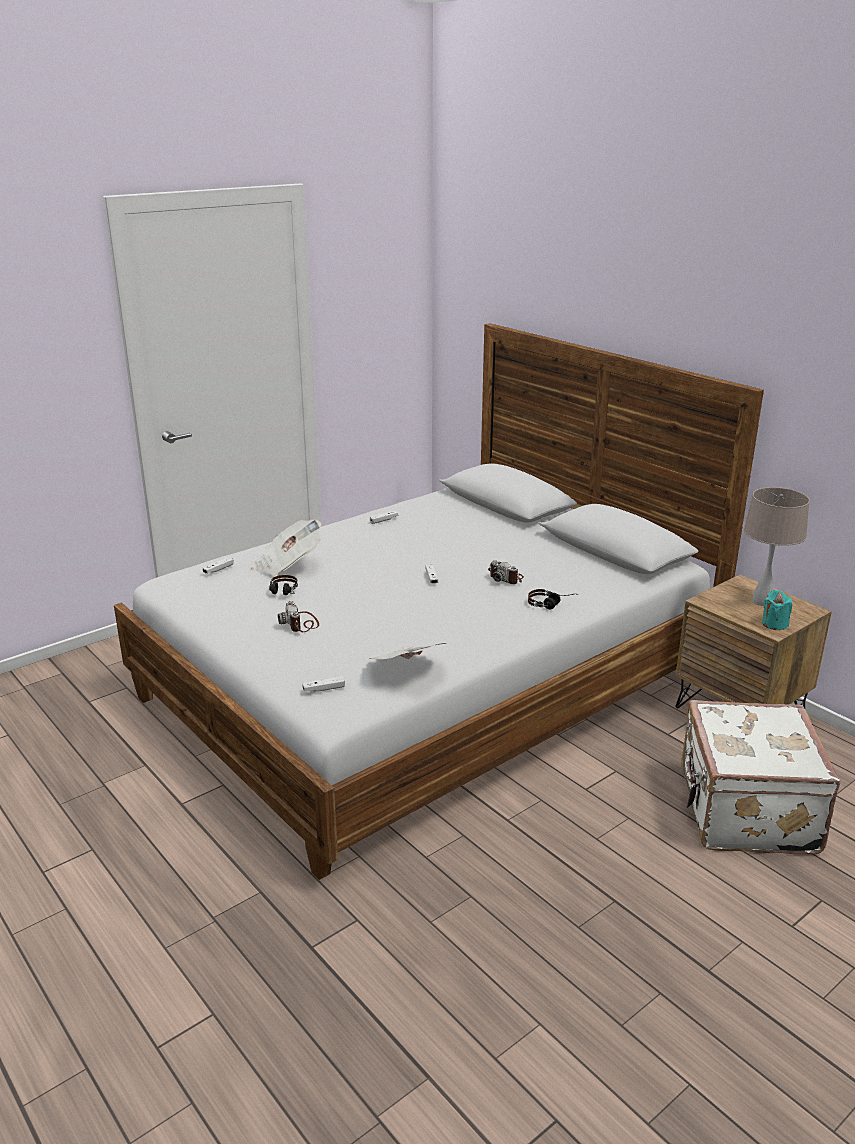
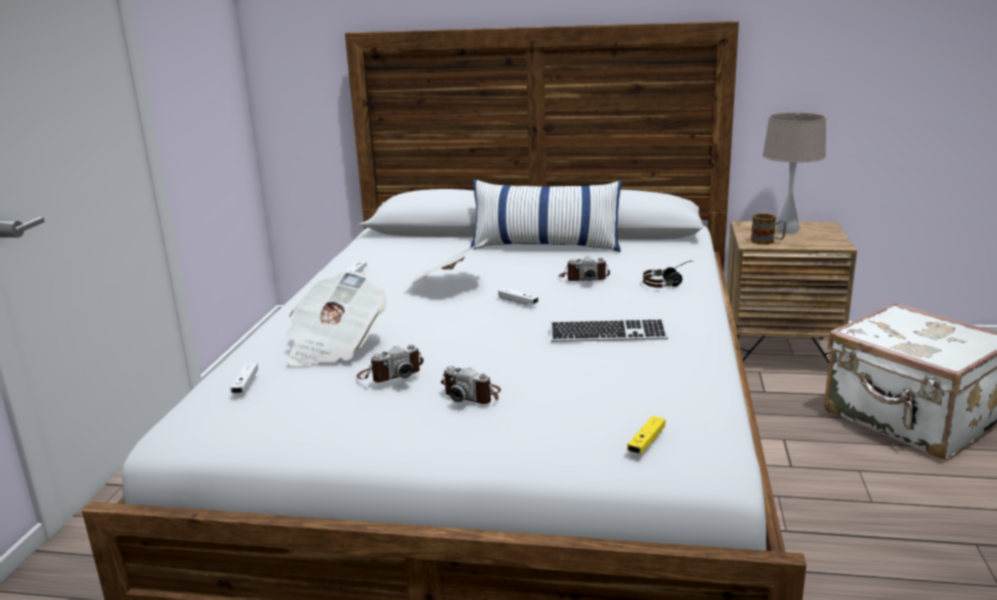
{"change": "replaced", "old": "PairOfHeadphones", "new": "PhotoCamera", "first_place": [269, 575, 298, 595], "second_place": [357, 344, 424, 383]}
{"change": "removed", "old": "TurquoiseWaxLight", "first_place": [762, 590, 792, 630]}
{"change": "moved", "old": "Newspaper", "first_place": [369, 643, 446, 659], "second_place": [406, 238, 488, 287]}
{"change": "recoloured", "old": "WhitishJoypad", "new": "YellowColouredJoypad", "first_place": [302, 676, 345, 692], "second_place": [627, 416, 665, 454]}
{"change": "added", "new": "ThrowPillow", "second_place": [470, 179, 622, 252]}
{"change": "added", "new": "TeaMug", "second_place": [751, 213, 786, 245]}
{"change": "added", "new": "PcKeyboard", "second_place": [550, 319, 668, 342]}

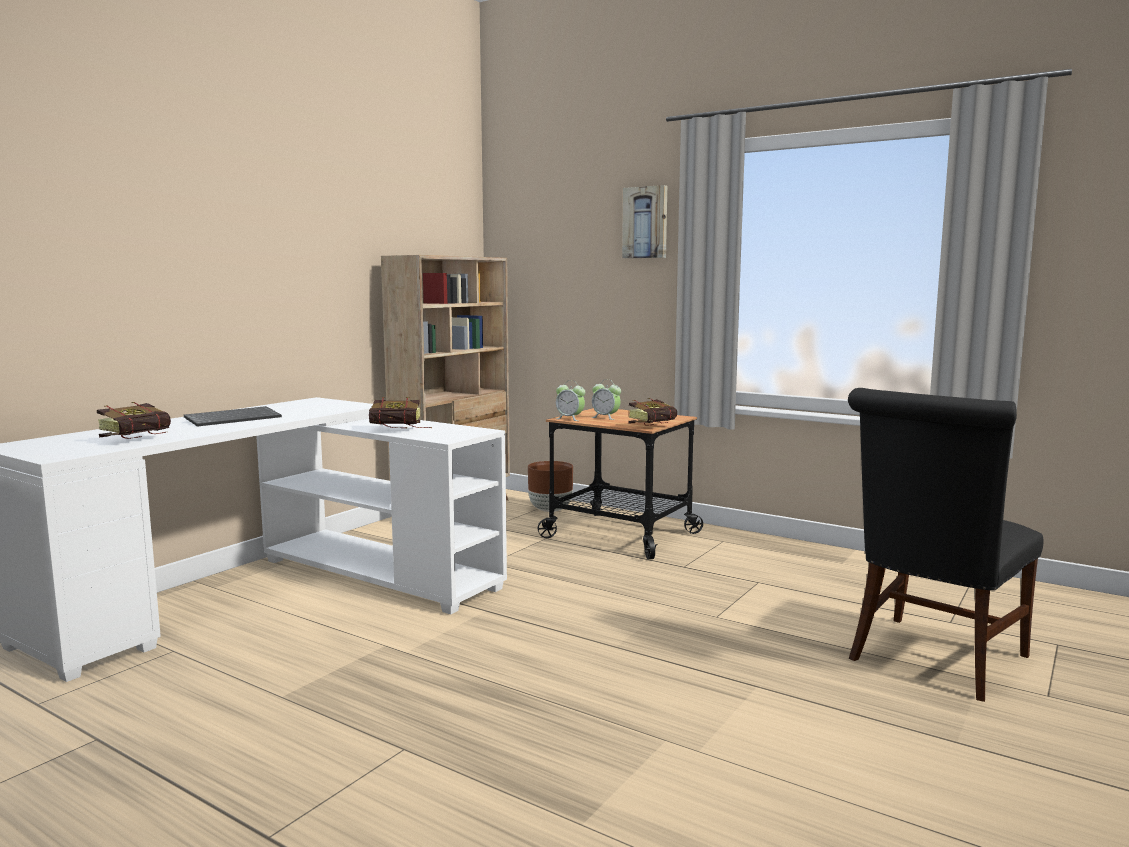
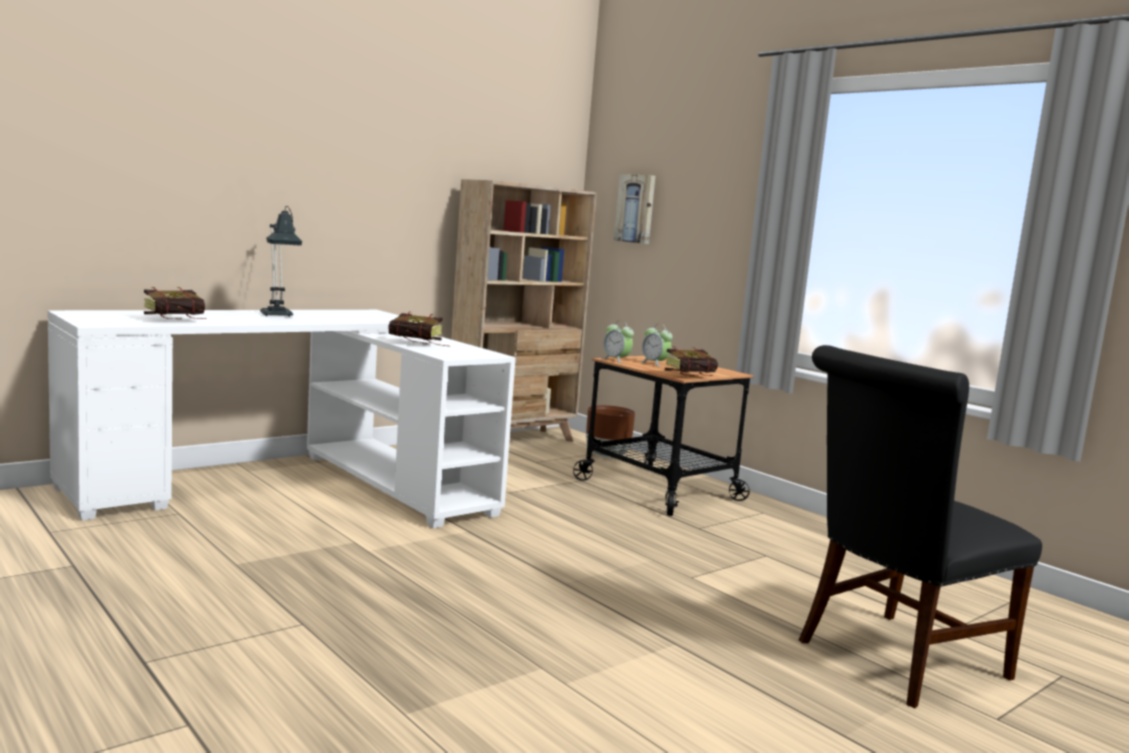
{"change": "moved", "old": "WallArt", "first_place": [622, 185, 667, 258], "second_place": [614, 174, 655, 244]}
{"change": "replaced", "old": "PcKeyboard", "new": "TableLamp", "first_place": [184, 406, 282, 427], "second_place": [260, 206, 302, 317]}

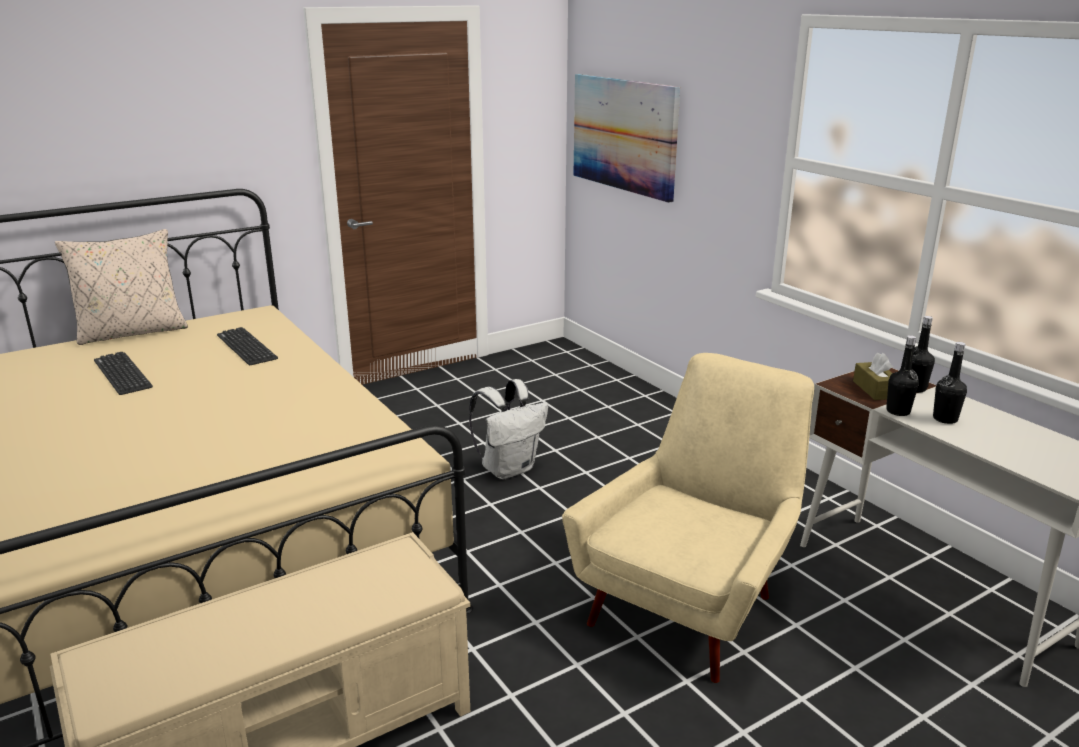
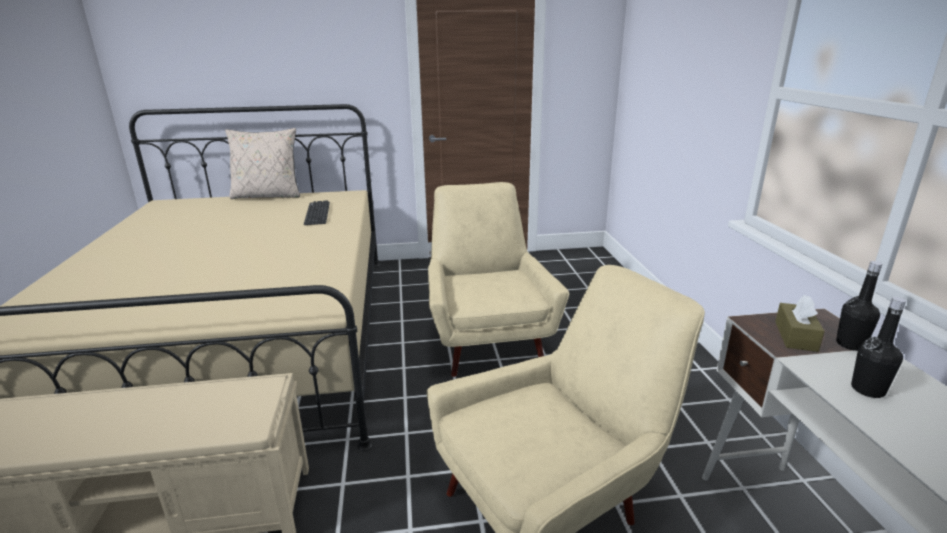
{"change": "removed", "old": "WallArt", "first_place": [573, 74, 680, 203]}
{"change": "removed", "old": "BlackColouredDrinkBottle", "first_place": [886, 335, 919, 416]}
{"change": "removed", "old": "PcKeyboard", "first_place": [94, 352, 153, 395]}
{"change": "replaced", "old": "WhitishKnapsack", "new": "SandColouredArmchair", "first_place": [469, 379, 548, 479], "second_place": [428, 182, 569, 377]}

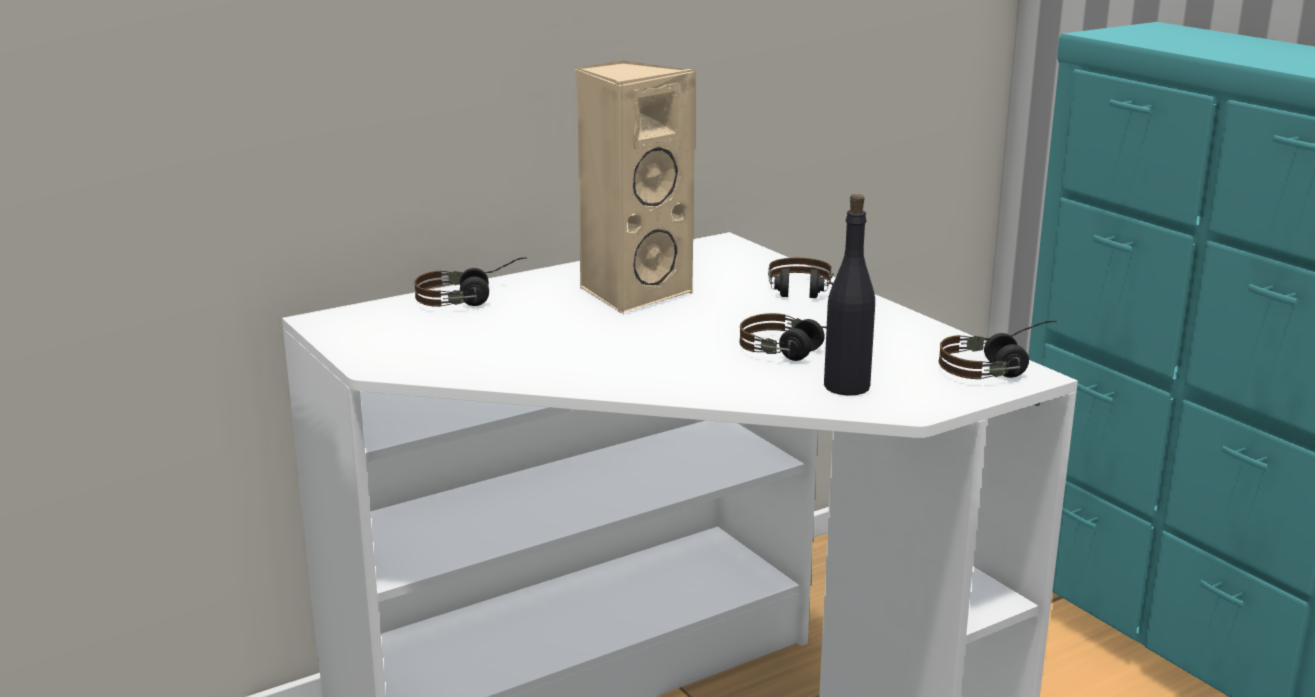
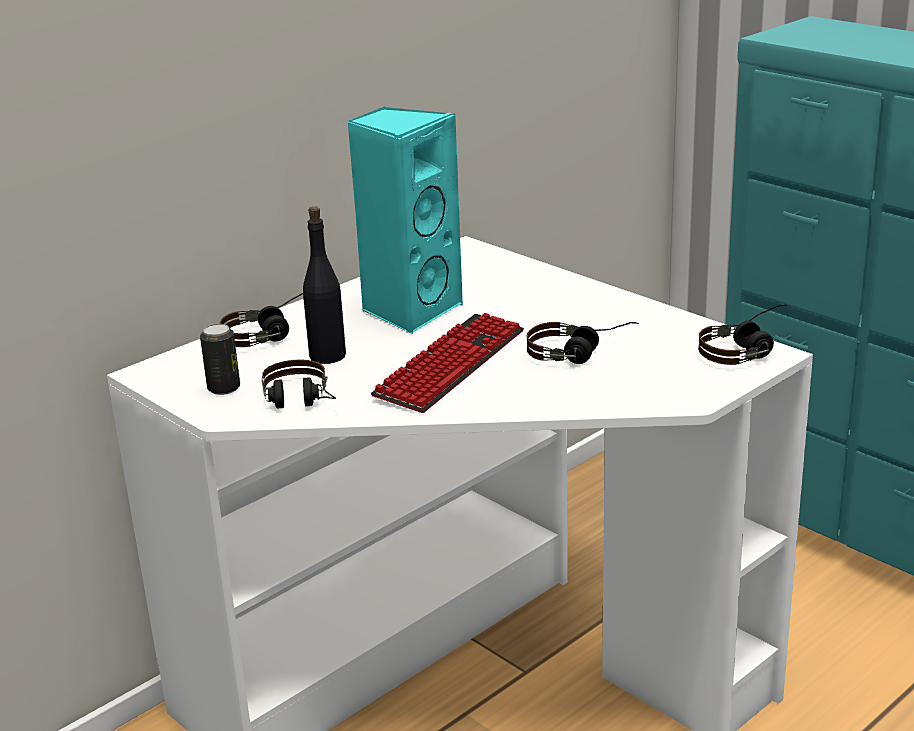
{"change": "recoloured", "old": "SandColouredSpeaker", "new": "TurquoiseSpeaker", "first_place": [576, 60, 696, 314], "second_place": [347, 106, 463, 334]}
{"change": "moved", "old": "BlackColouredDrinkBottle", "first_place": [824, 194, 875, 396], "second_place": [303, 206, 346, 364]}
{"change": "moved", "old": "PairOfHeadphones", "first_place": [768, 258, 834, 298], "second_place": [262, 360, 336, 408]}
{"change": "added", "new": "PcKeyboard", "second_place": [371, 313, 524, 413]}
{"change": "added", "new": "MetalCan", "second_place": [200, 324, 240, 395]}

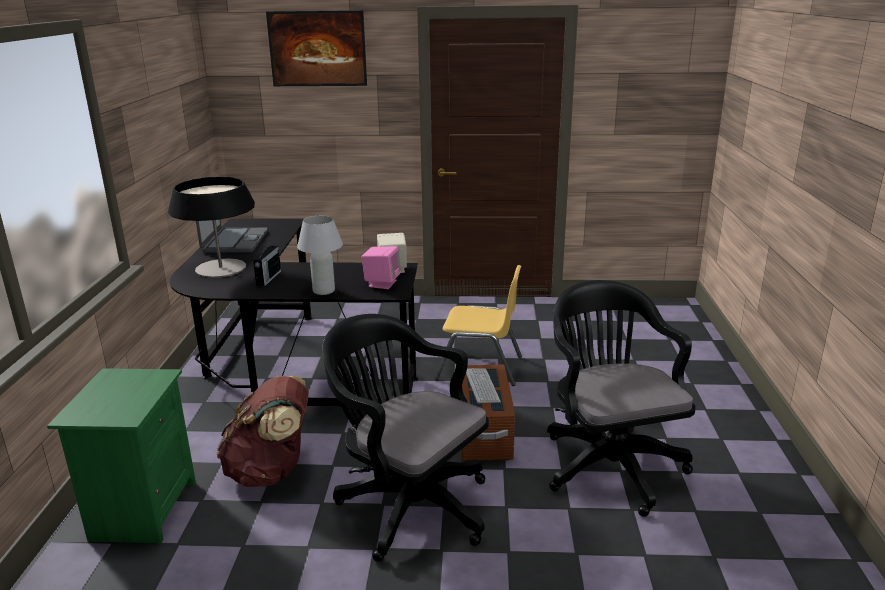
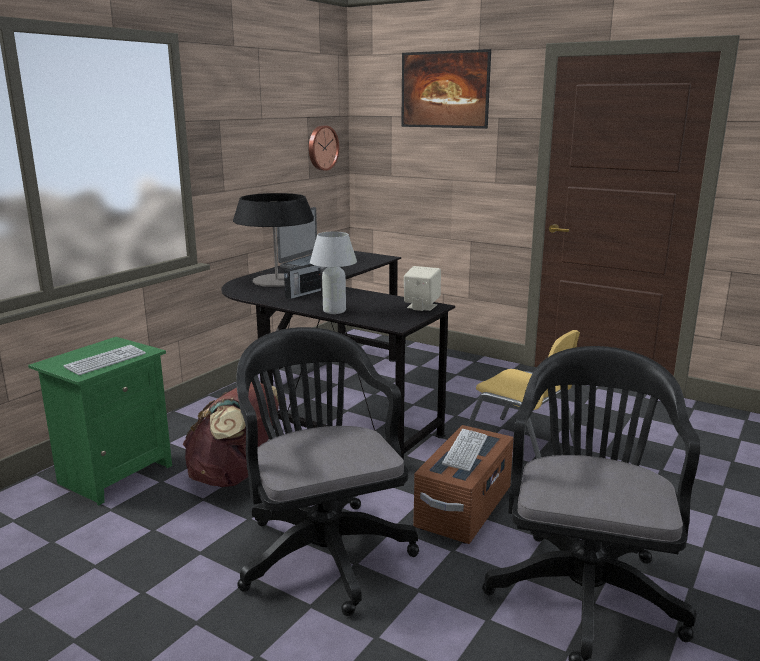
{"change": "removed", "old": "PinkSpeaker", "first_place": [361, 246, 401, 289]}
{"change": "added", "new": "WallClock", "second_place": [309, 125, 339, 171]}
{"change": "added", "new": "PcKeyboard", "second_place": [63, 345, 146, 375]}

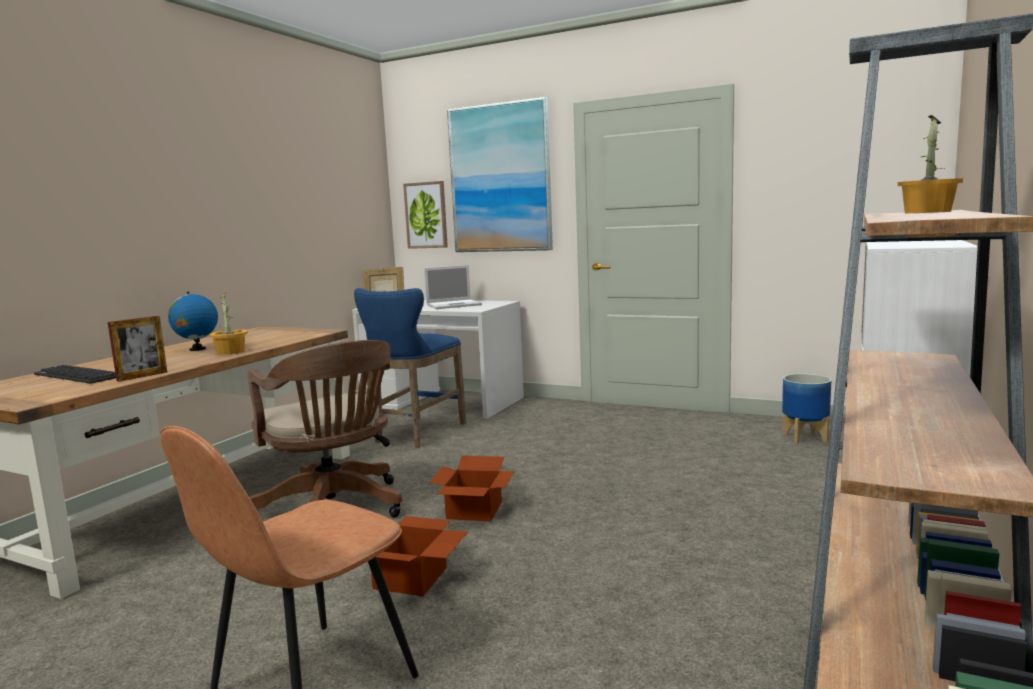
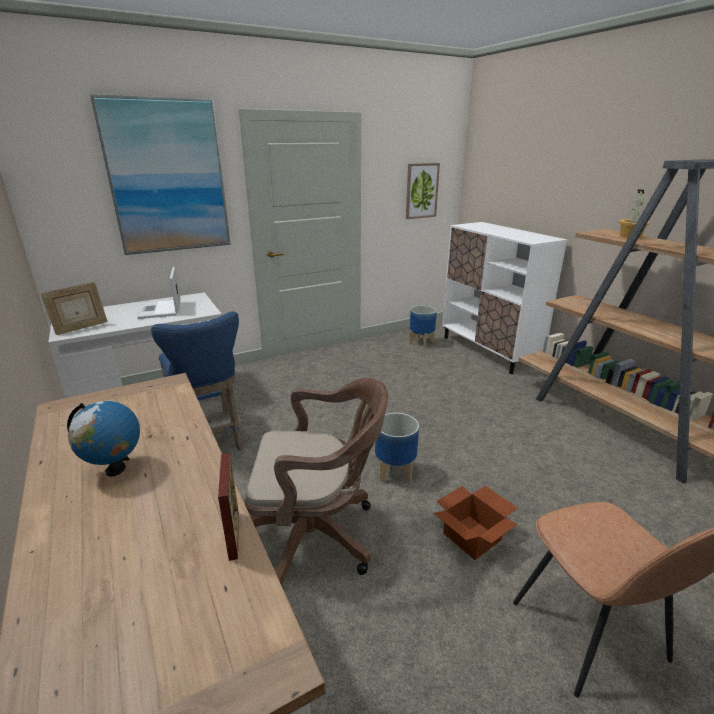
{"change": "moved", "old": "WallArt", "first_place": [403, 181, 448, 249], "second_place": [406, 163, 440, 219]}
{"change": "turned", "old": "NotebookComputer", "first_place": [424, 265, 482, 309], "second_place": [137, 267, 181, 319], "degrees": 150}
{"change": "removed", "old": "PlantInAPot", "first_place": [209, 292, 248, 355]}
{"change": "removed", "old": "PcKeyboard", "first_place": [34, 365, 116, 383]}
{"change": "replaced", "old": "PackingBox", "new": "FlowerPot", "first_place": [429, 455, 515, 521], "second_place": [375, 413, 419, 483]}

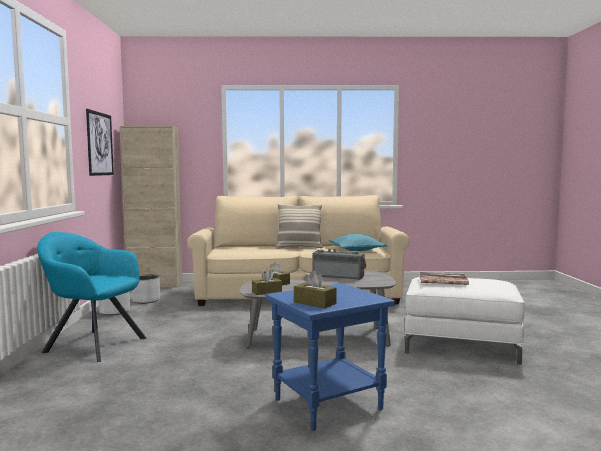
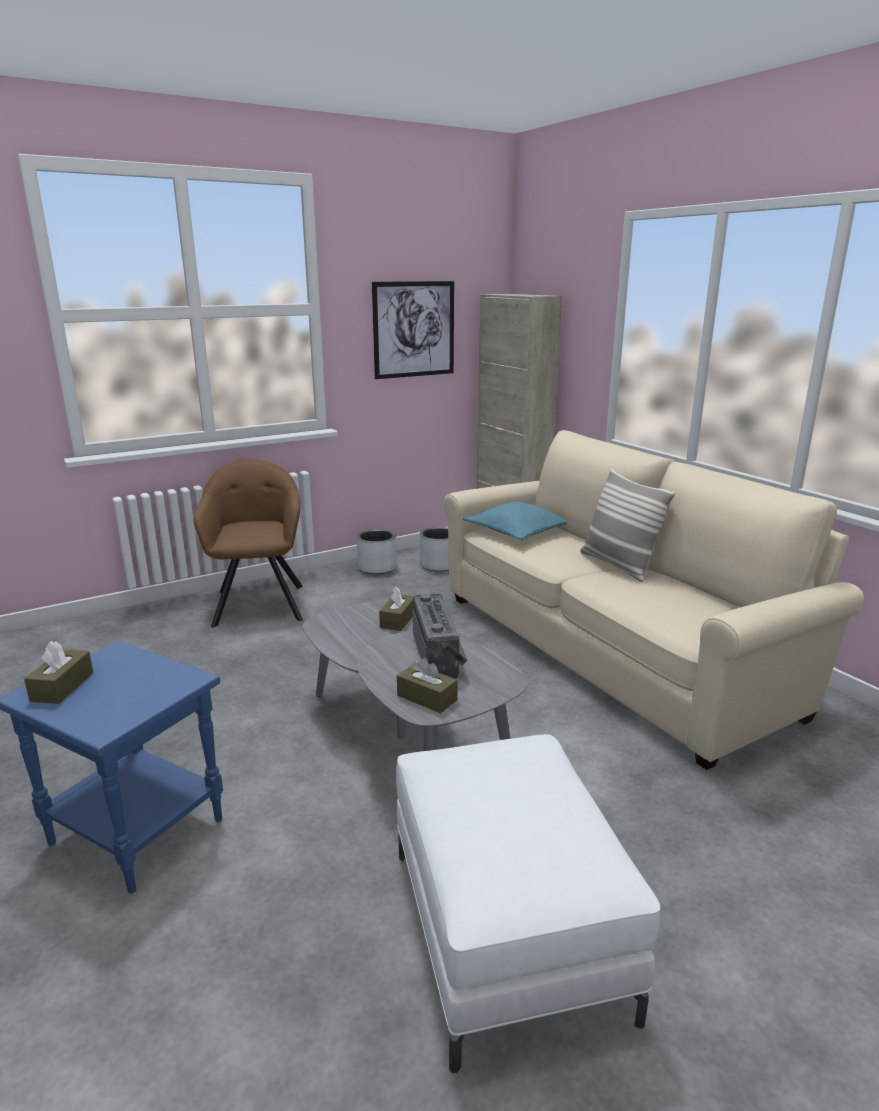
{"change": "recoloured", "old": "TurquoiseArmchair", "new": "BrownArmchair", "first_place": [37, 232, 147, 362], "second_place": [193, 459, 303, 628]}
{"change": "moved", "old": "TurquoiseThrowPillow", "first_place": [329, 234, 387, 251], "second_place": [463, 502, 567, 540]}
{"change": "moved", "old": "BrownBoxOfTissues", "first_place": [252, 269, 282, 295], "second_place": [397, 658, 458, 713]}
{"change": "removed", "old": "Volume", "first_place": [419, 272, 469, 285]}

